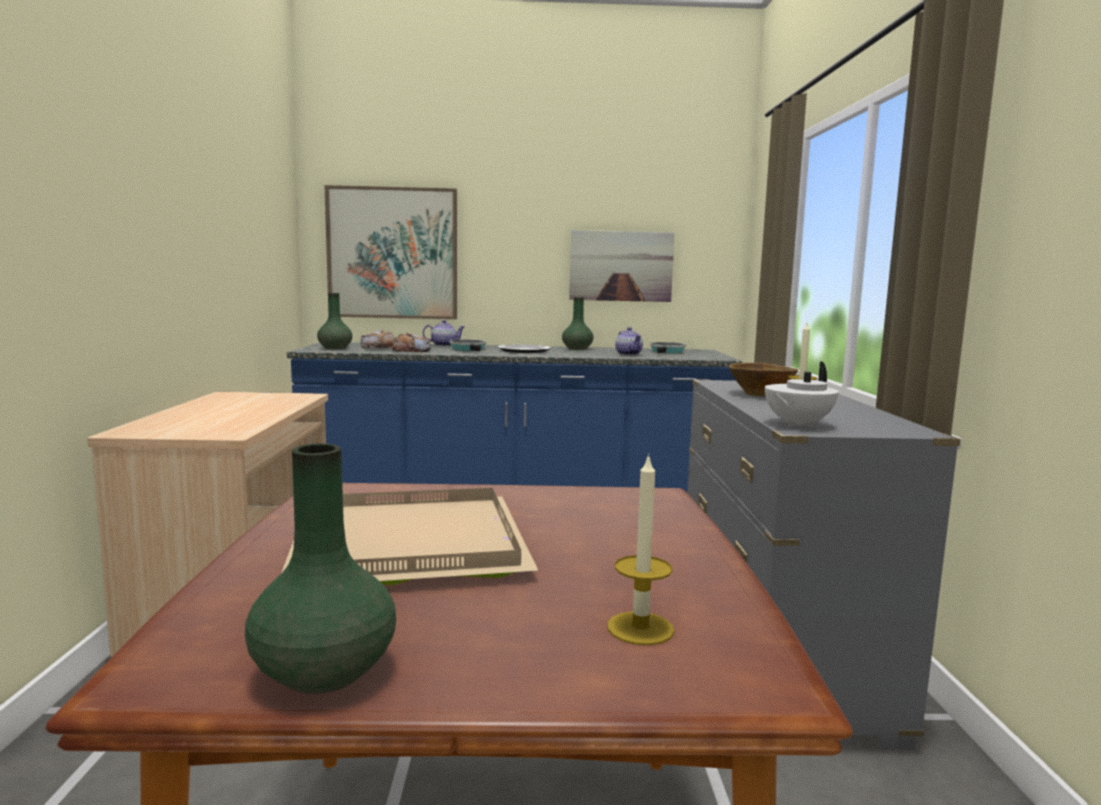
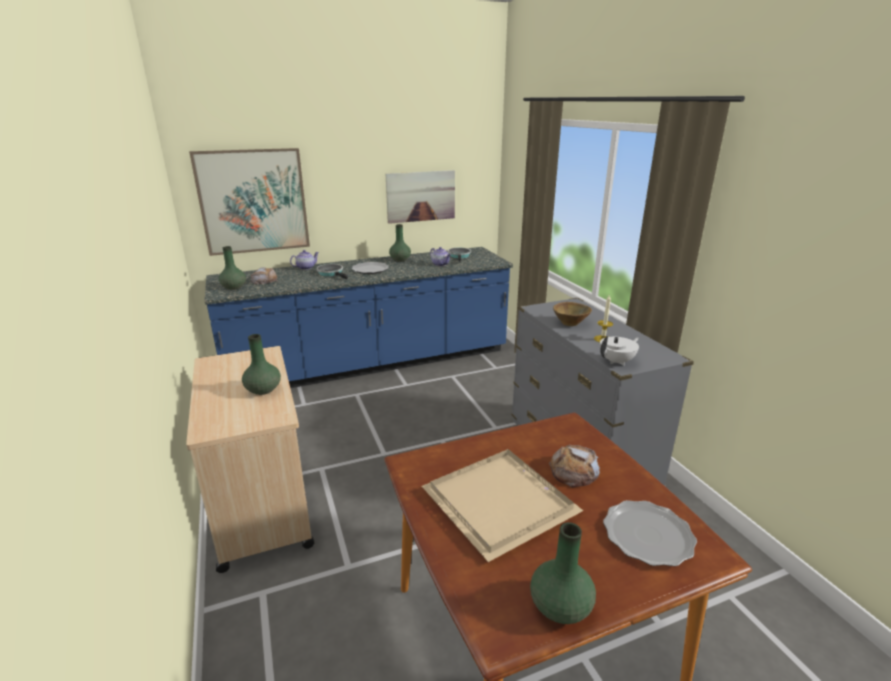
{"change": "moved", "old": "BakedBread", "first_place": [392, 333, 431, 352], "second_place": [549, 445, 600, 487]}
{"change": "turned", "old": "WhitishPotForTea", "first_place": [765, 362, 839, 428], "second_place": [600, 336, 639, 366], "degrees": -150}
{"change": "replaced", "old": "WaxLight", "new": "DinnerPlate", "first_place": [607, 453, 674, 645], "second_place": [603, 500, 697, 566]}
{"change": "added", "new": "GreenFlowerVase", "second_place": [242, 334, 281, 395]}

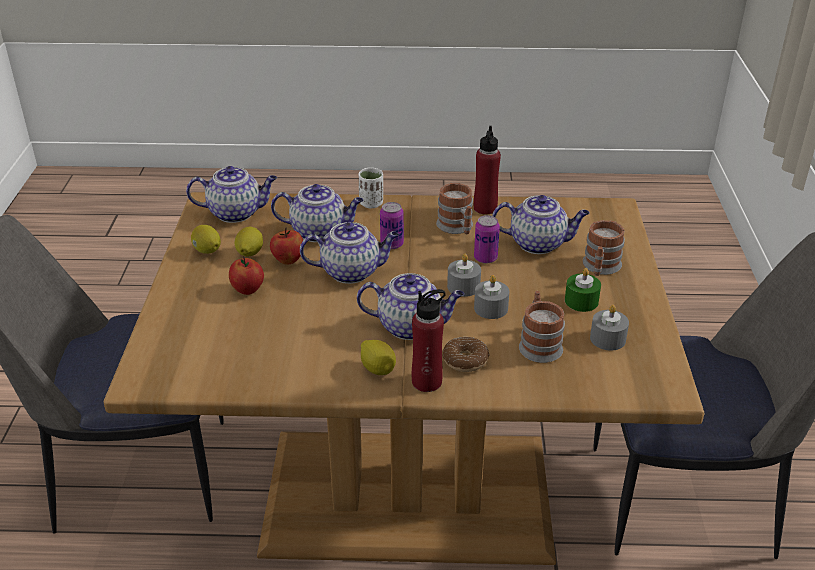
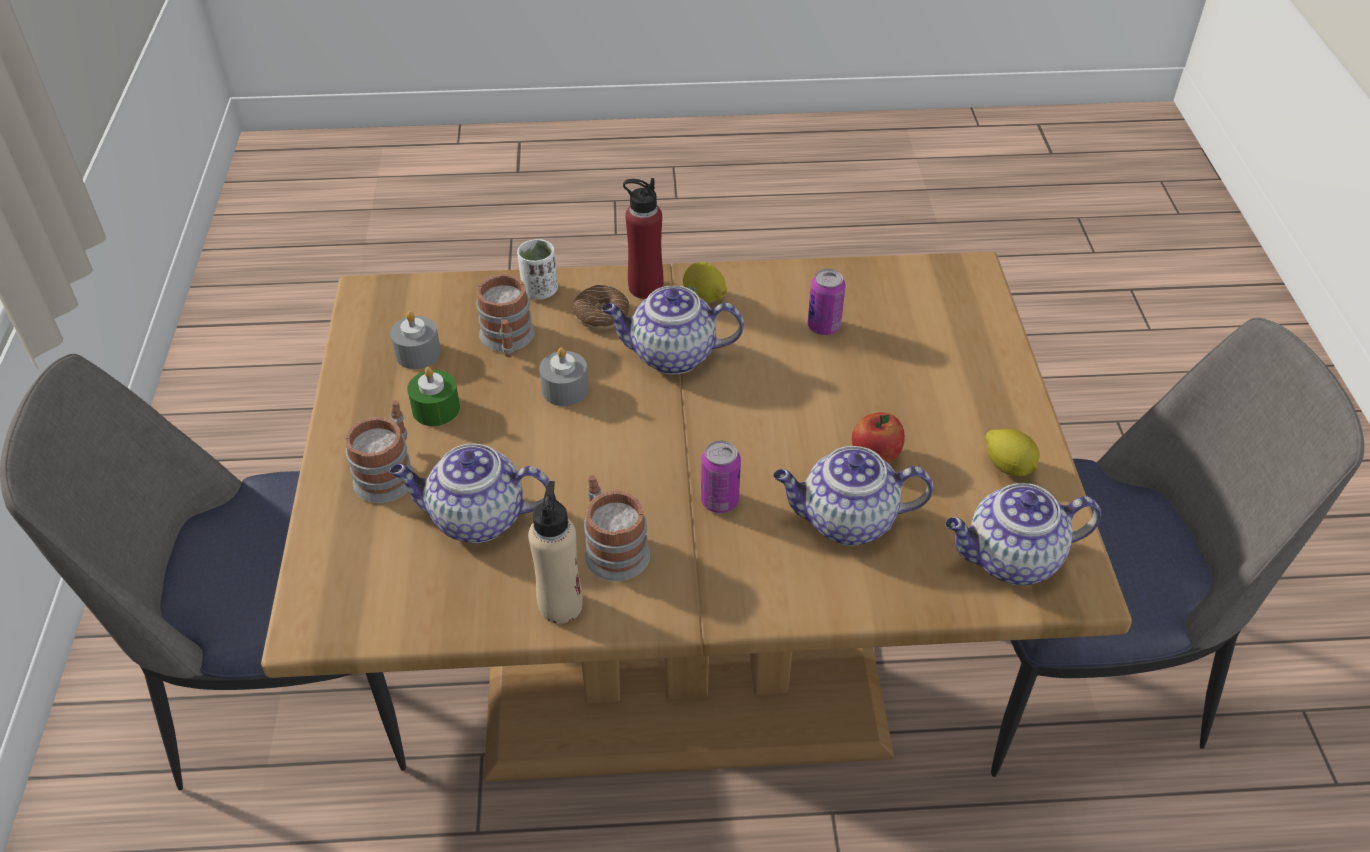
{"change": "recoloured", "old": "RedDrinkBottle", "new": "SandColouredDrinkBottle", "first_place": [474, 126, 501, 215], "second_place": [528, 481, 583, 624]}
{"change": "moved", "old": "WhitishCup", "first_place": [359, 168, 383, 208], "second_place": [517, 239, 558, 300]}
{"change": "moved", "old": "MetalCan", "first_place": [474, 215, 500, 264], "second_place": [808, 269, 846, 335]}
{"change": "removed", "old": "PotForTea", "first_place": [300, 222, 399, 284]}
{"change": "removed", "old": "Lemon", "first_place": [235, 227, 263, 256]}
{"change": "removed", "old": "GreyishWaxLight", "first_place": [447, 254, 481, 297]}
{"change": "removed", "old": "WholeApple", "first_place": [229, 256, 264, 295]}

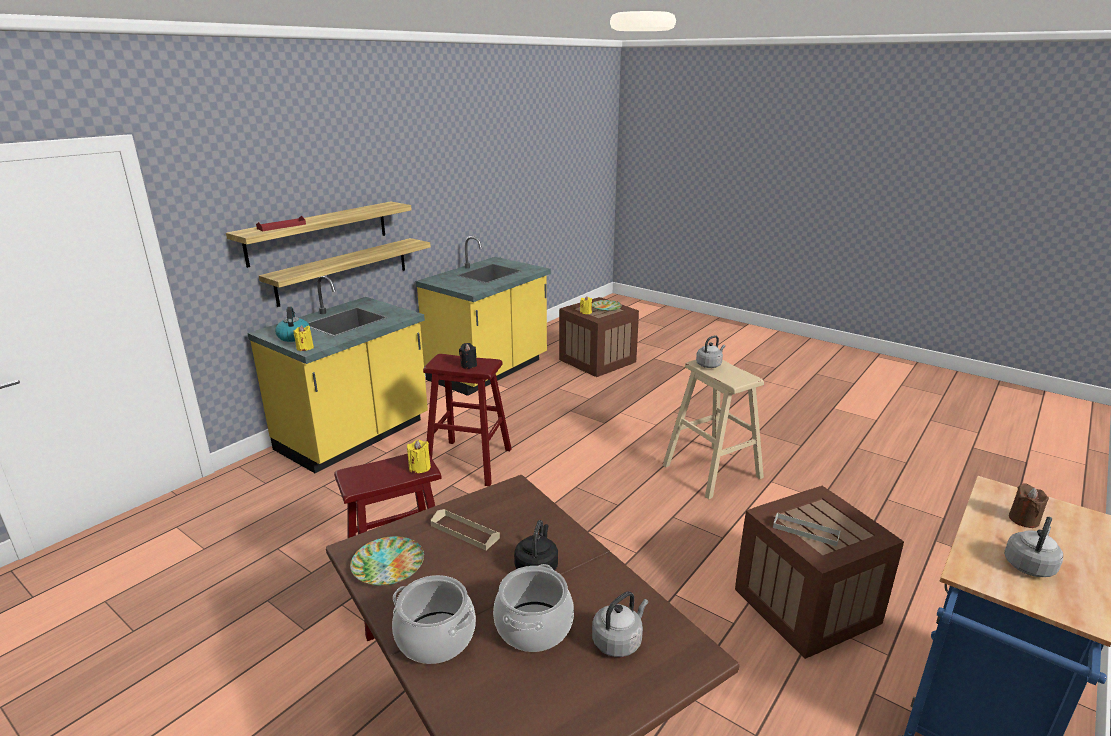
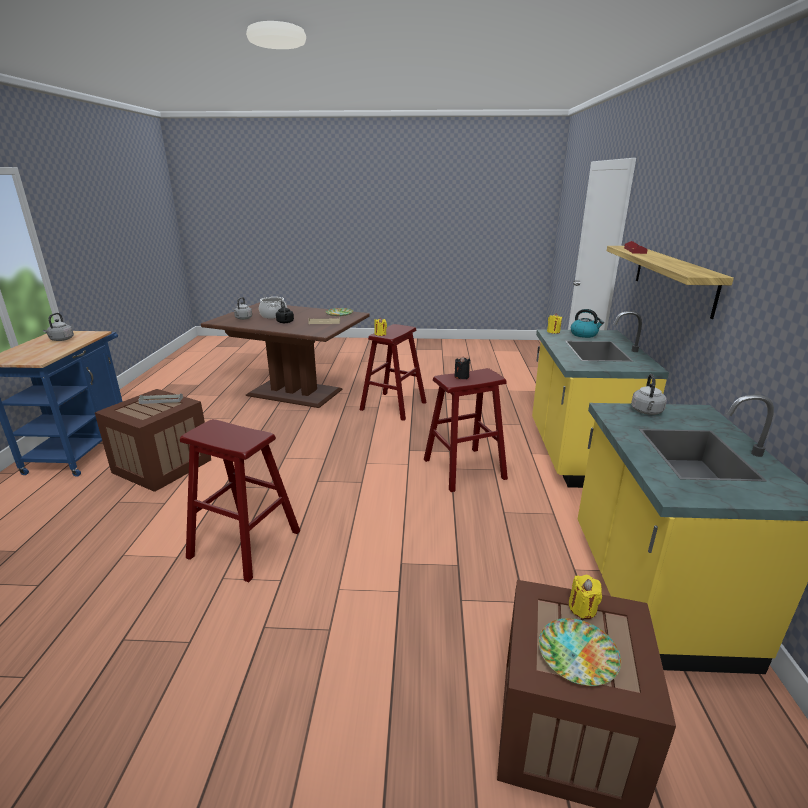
{"change": "removed", "old": "WallShelf", "first_place": [259, 238, 431, 307]}
{"change": "moved", "old": "GreyishTeaKettle", "first_place": [696, 335, 725, 368], "second_place": [631, 374, 667, 415]}
{"change": "recoloured", "old": "SandColouredStoolSeat", "new": "RedStoolSeat", "first_place": [663, 360, 764, 499], "second_place": [180, 419, 300, 582]}
{"change": "removed", "old": "BrownWaxLight", "first_place": [1009, 483, 1049, 528]}
{"change": "removed", "old": "Stockpot", "first_place": [392, 575, 476, 664]}

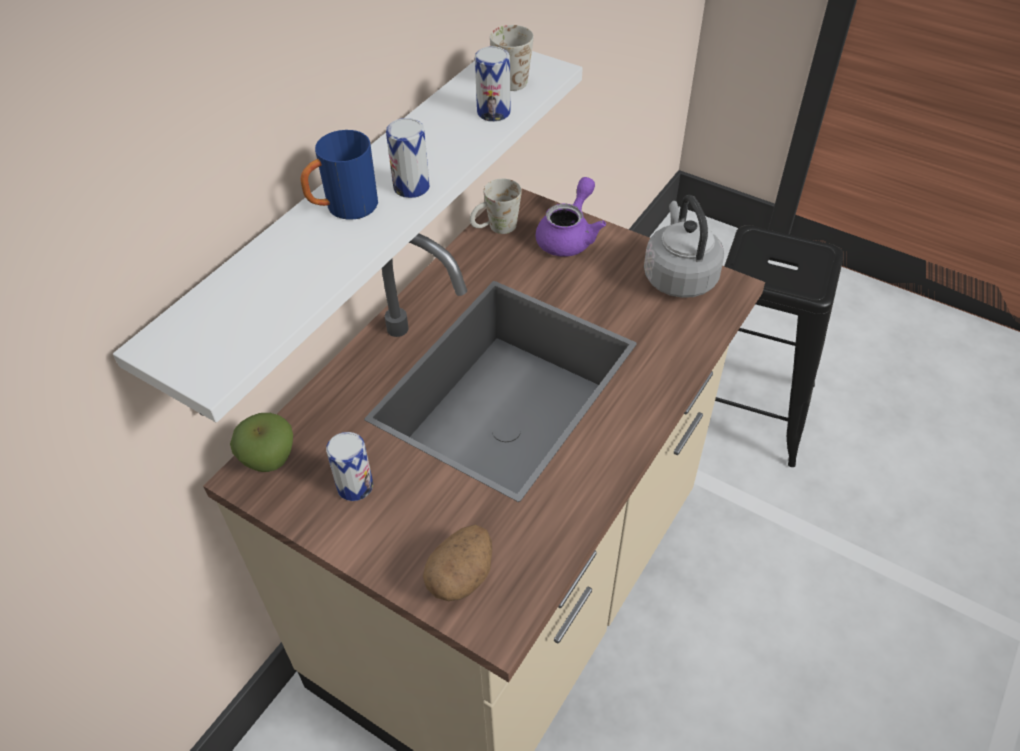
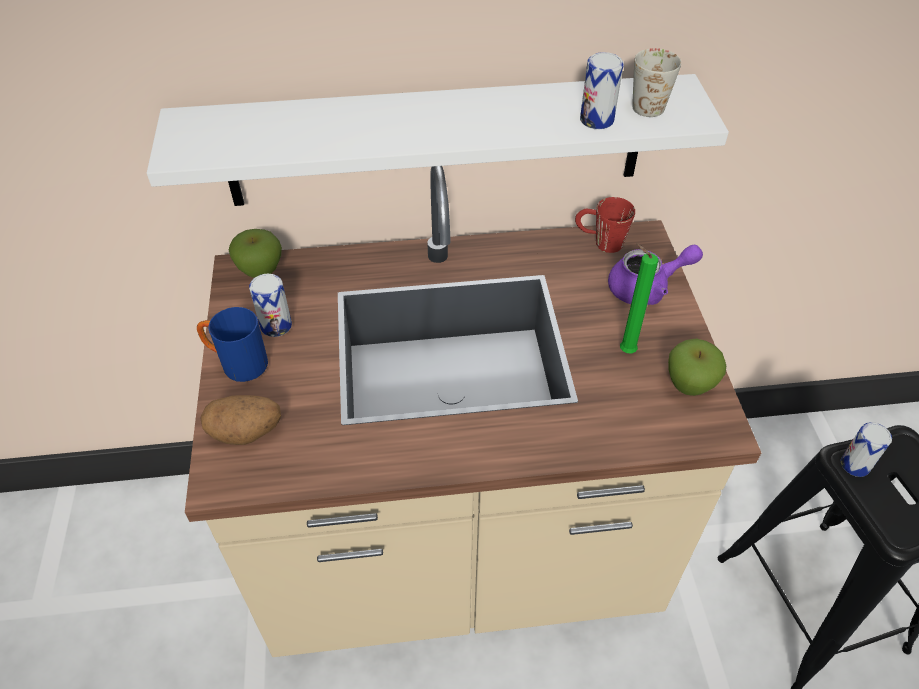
{"change": "moved", "old": "MetalCan", "first_place": [386, 118, 430, 198], "second_place": [841, 422, 892, 477]}
{"change": "moved", "old": "BlueColouredTeaMug", "first_place": [301, 130, 378, 219], "second_place": [197, 307, 268, 382]}
{"change": "recoloured", "old": "WhitishTeaMug", "new": "RedTeaMug", "first_place": [470, 179, 522, 234], "second_place": [575, 197, 635, 253]}
{"change": "replaced", "old": "GreyishTeaKettle", "new": "WholeApple", "first_place": [644, 195, 724, 298], "second_place": [668, 338, 726, 396]}
{"change": "added", "new": "GreenWaxLight", "second_place": [620, 243, 658, 354]}

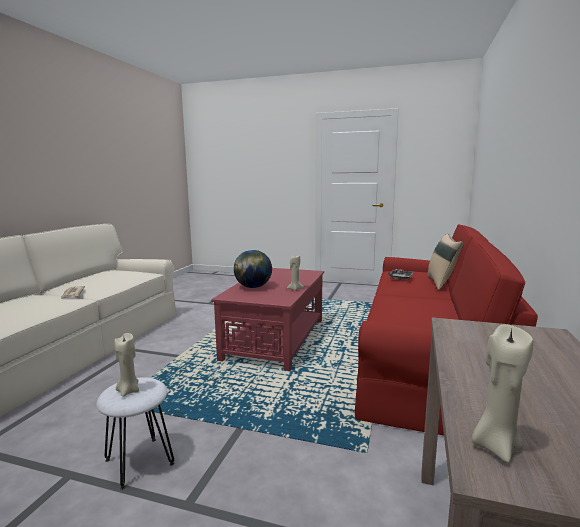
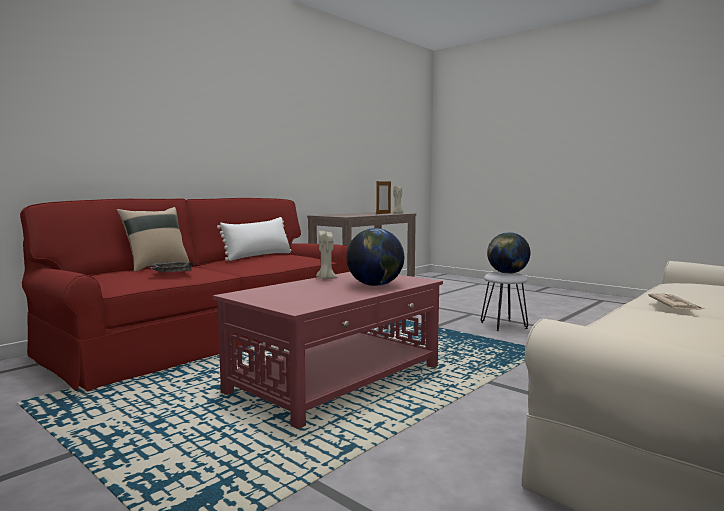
{"change": "replaced", "old": "SandColouredWaxLight", "new": "DeskGlobe", "first_place": [114, 333, 139, 397], "second_place": [487, 232, 530, 274]}
{"change": "added", "new": "PhotoFrame", "second_place": [376, 180, 391, 214]}
{"change": "added", "new": "WhitishThrowPillow", "second_place": [217, 217, 291, 261]}

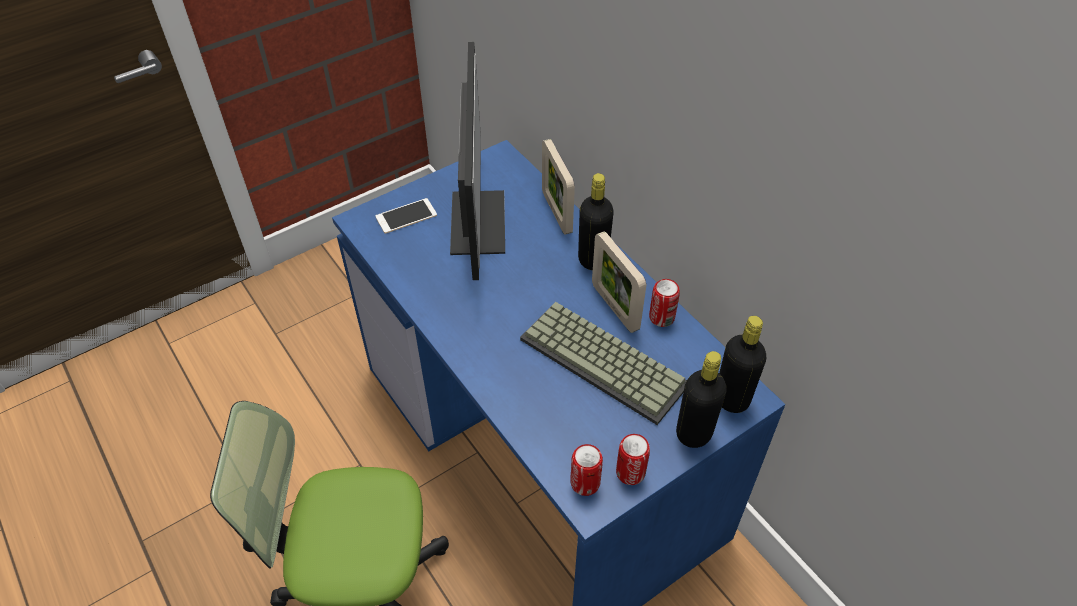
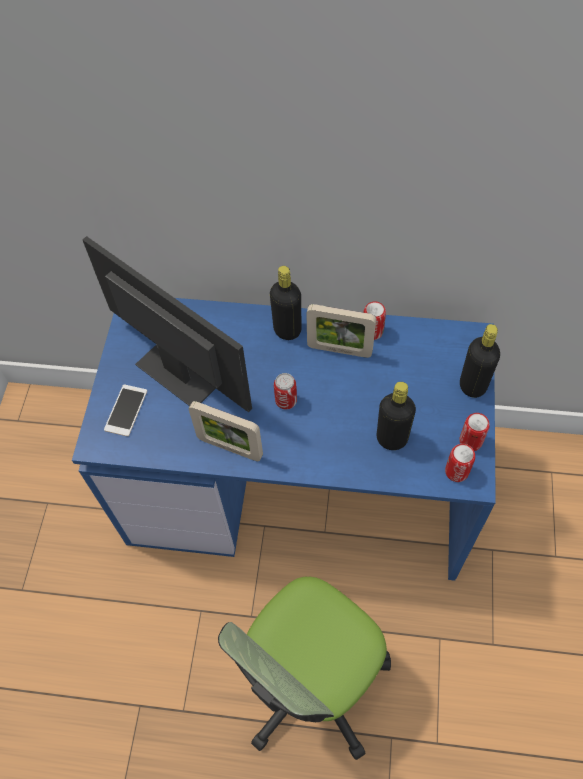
{"change": "moved", "old": "PhotoFrame", "first_place": [542, 139, 575, 235], "second_place": [189, 401, 263, 461]}
{"change": "removed", "old": "PcKeyboard", "first_place": [520, 302, 687, 425]}
{"change": "moved", "old": "BlackColouredDrinkBottle", "first_place": [719, 316, 766, 413], "second_place": [376, 382, 416, 450]}
{"change": "added", "new": "MetalCan", "second_place": [274, 373, 297, 409]}

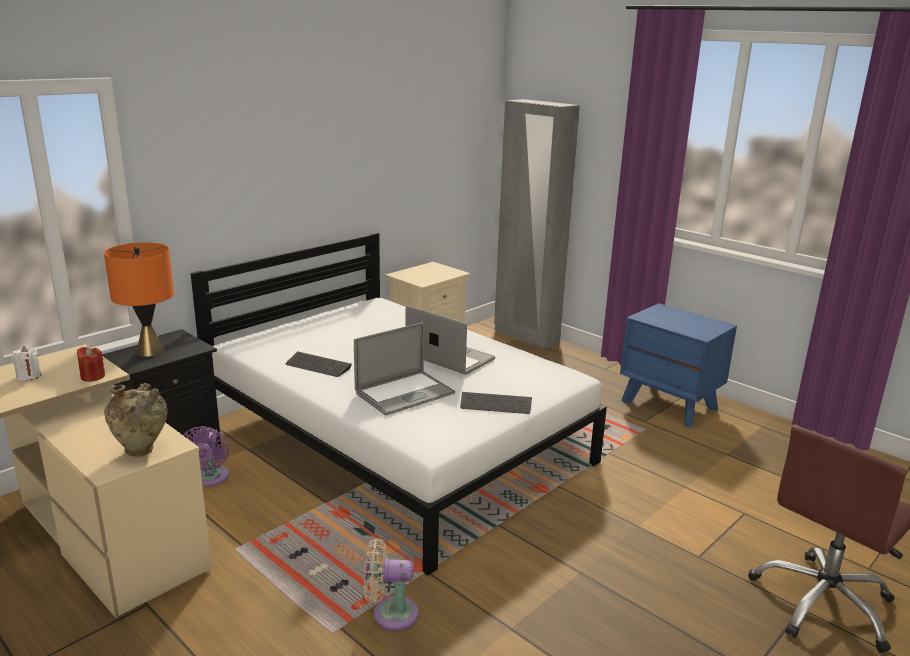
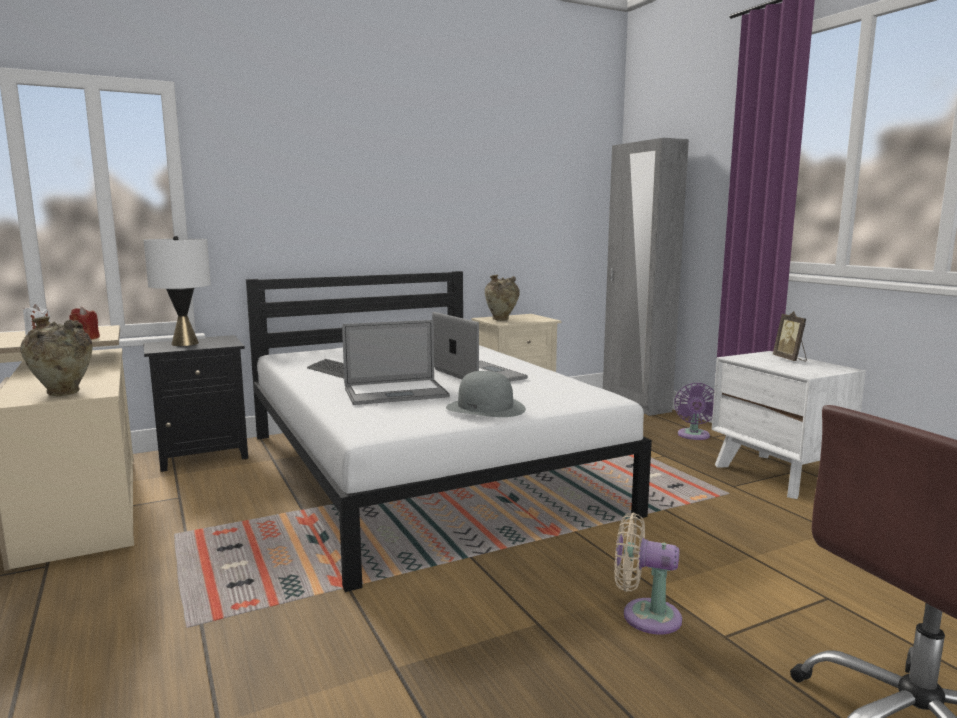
{"change": "recoloured", "old": "OrangeyTableLamp", "new": "WhitishTableLamp", "first_place": [104, 242, 174, 357], "second_place": [144, 236, 211, 346]}
{"change": "recoloured", "old": "BlueColouredBedsideTable", "new": "WhitishBedsideTable", "first_place": [620, 303, 737, 428], "second_place": [712, 351, 866, 499]}
{"change": "replaced", "old": "PcKeyboard", "new": "GreyishHat", "first_place": [460, 392, 532, 414], "second_place": [446, 371, 526, 417]}
{"change": "moved", "old": "PurpleColouredElectricFan", "first_place": [183, 426, 229, 486], "second_place": [674, 383, 714, 440]}
{"change": "moved", "old": "SandColouredElectricFan", "first_place": [364, 538, 419, 631], "second_place": [614, 513, 682, 634]}
{"change": "added", "new": "SandColouredFlowerVase", "second_place": [485, 275, 519, 321]}
{"change": "added", "new": "PhotoFrame", "second_place": [773, 311, 807, 361]}

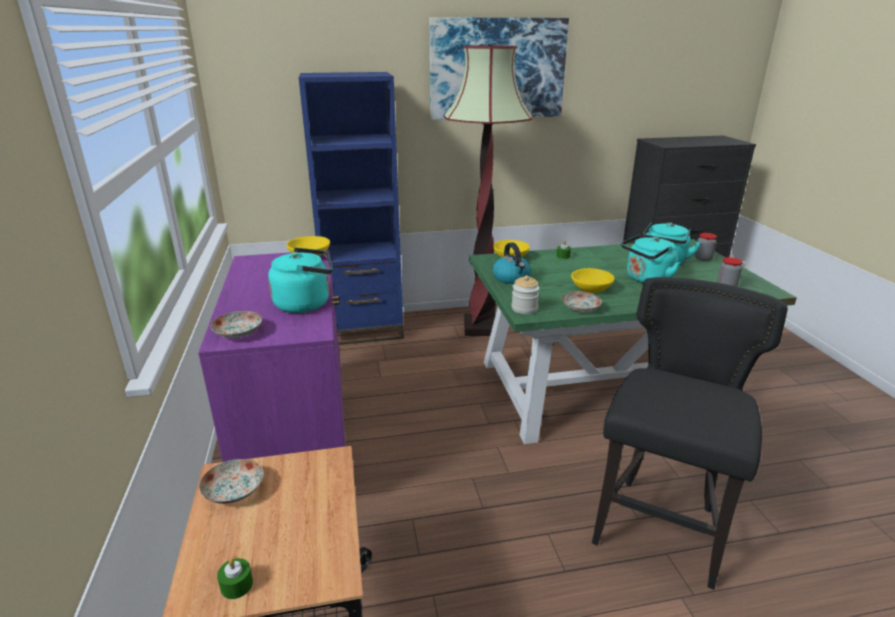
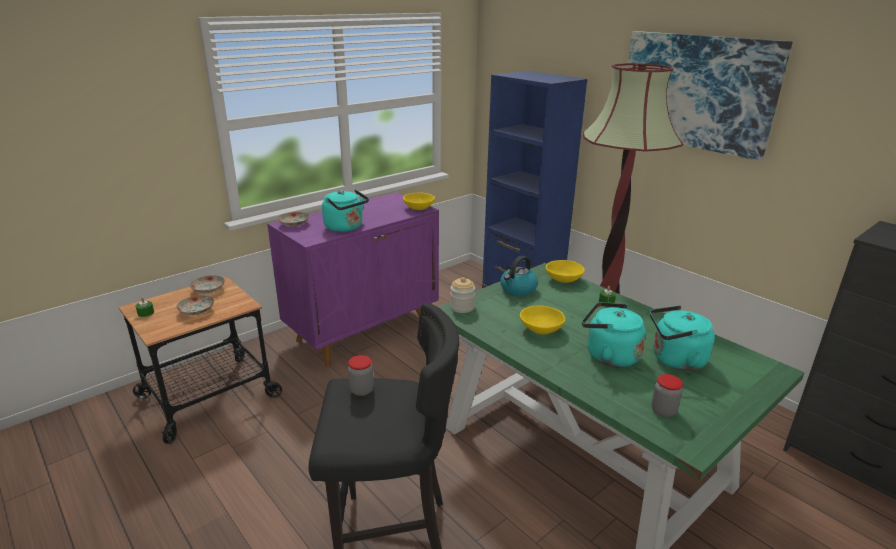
{"change": "moved", "old": "PreserveJar", "first_place": [695, 233, 717, 261], "second_place": [348, 355, 374, 396]}
{"change": "moved", "old": "DinnerPlate", "first_place": [562, 291, 602, 312], "second_place": [176, 295, 214, 315]}

